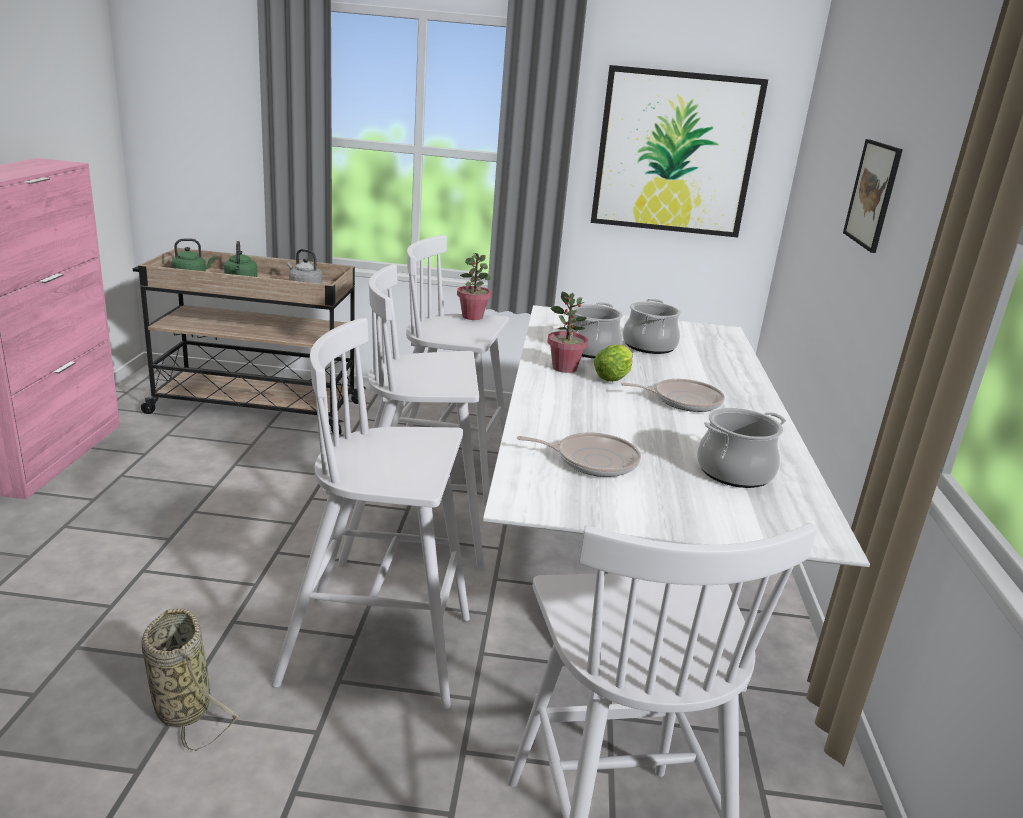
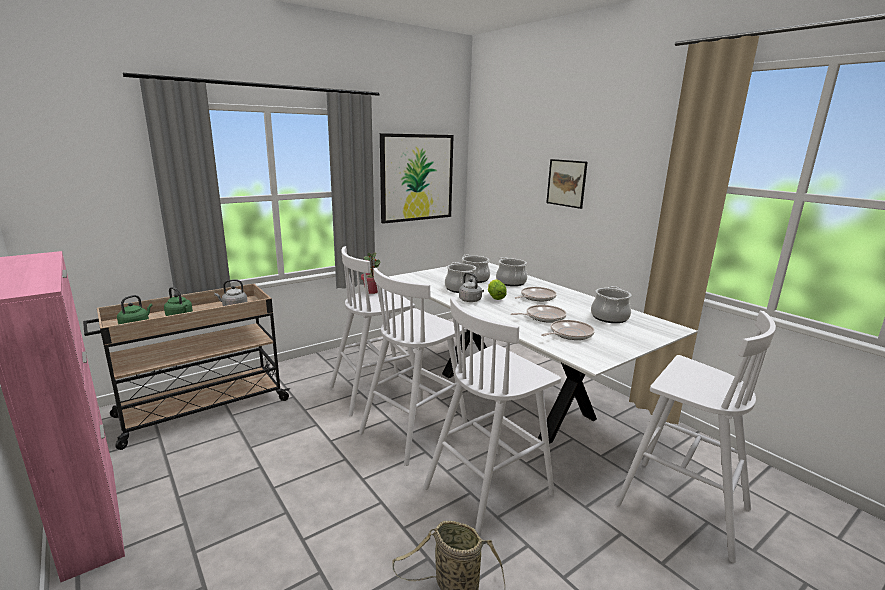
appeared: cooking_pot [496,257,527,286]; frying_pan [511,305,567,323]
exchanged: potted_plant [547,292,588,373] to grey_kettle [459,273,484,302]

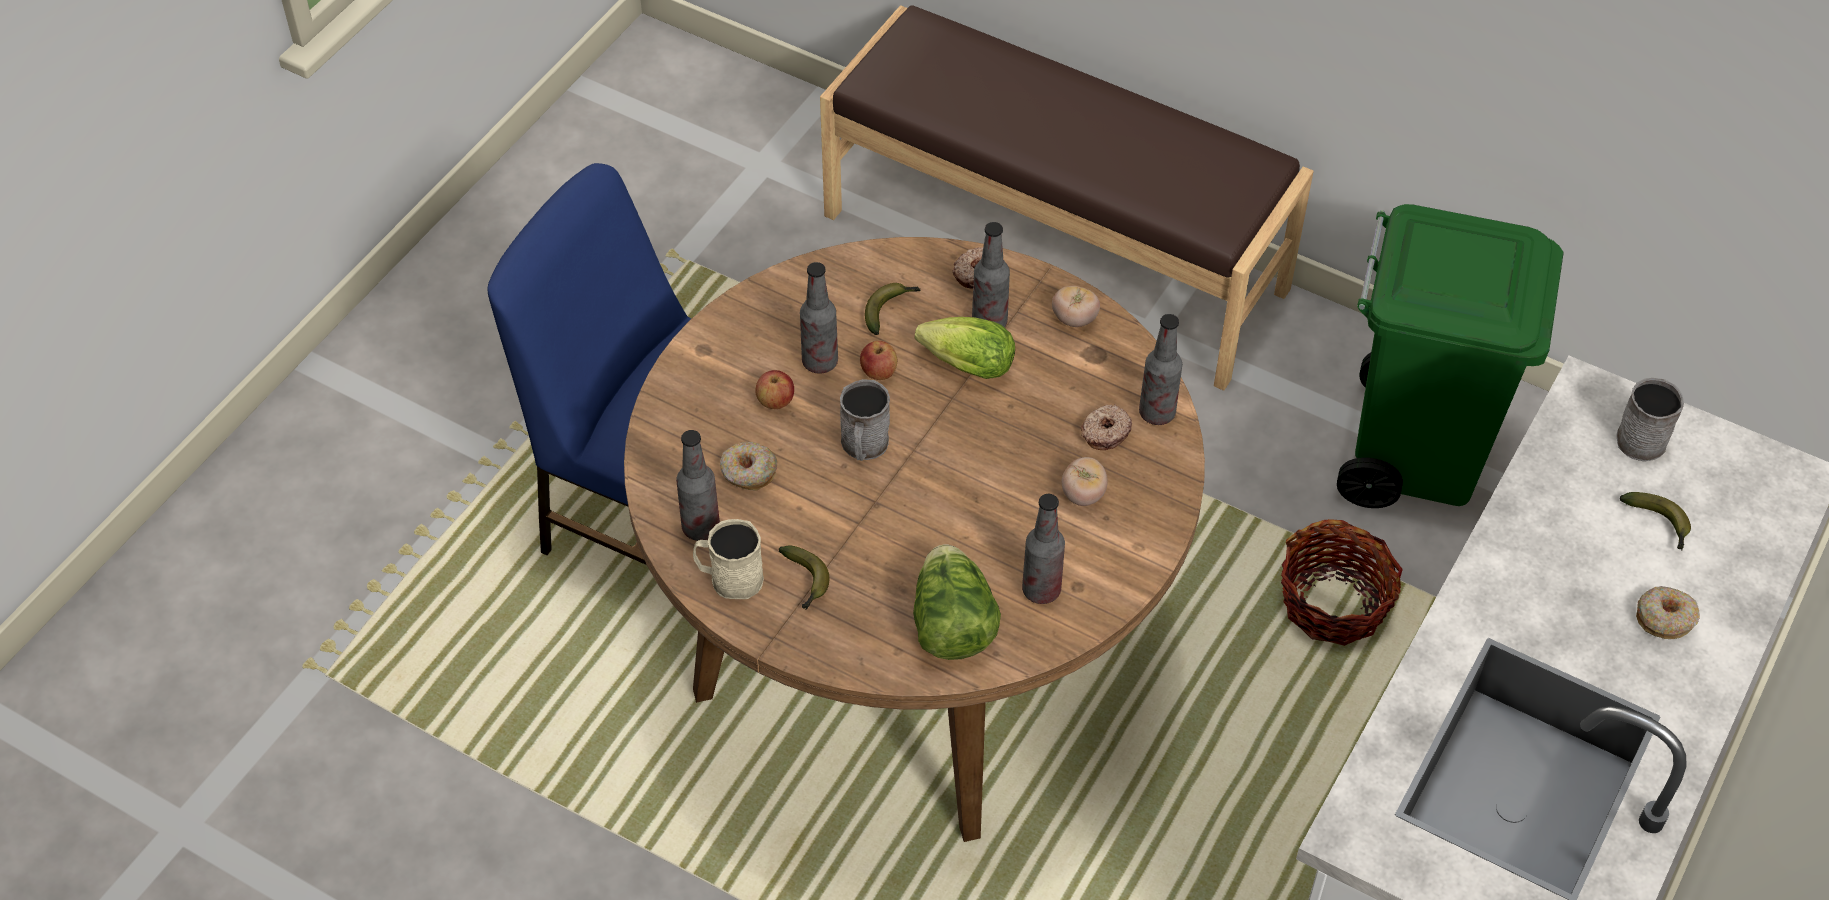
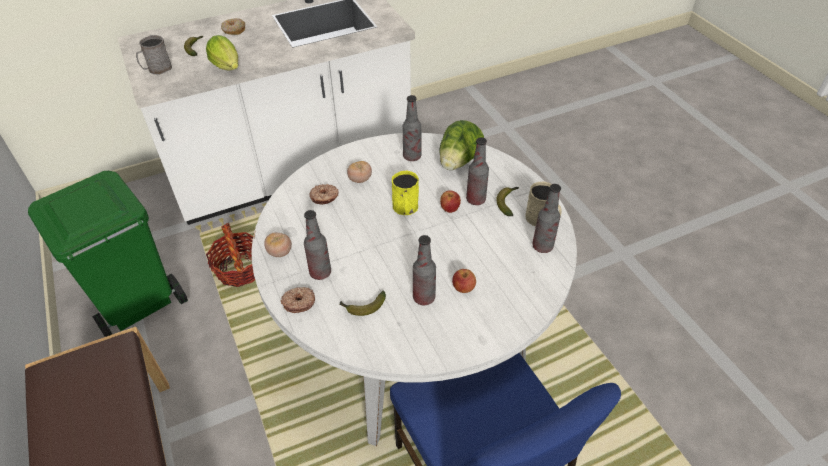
missing: donut [720,442,778,491]; grey_mug [840,379,890,461]
appeared: yellow_mug [392,171,419,215]
relocated: lettuce [915,317,1015,379] to [206,35,238,70]; apple [860,341,897,380] to [440,190,461,213]; bottle [1139,314,1182,425] to [466,137,489,205]
colour: brown_dining_table [624,237,1205,842] to white_dining_table [251,133,577,446]

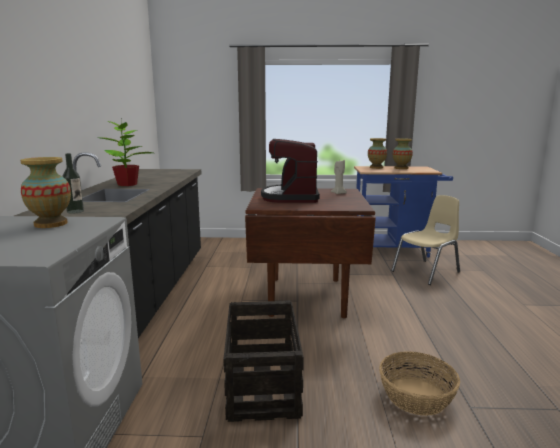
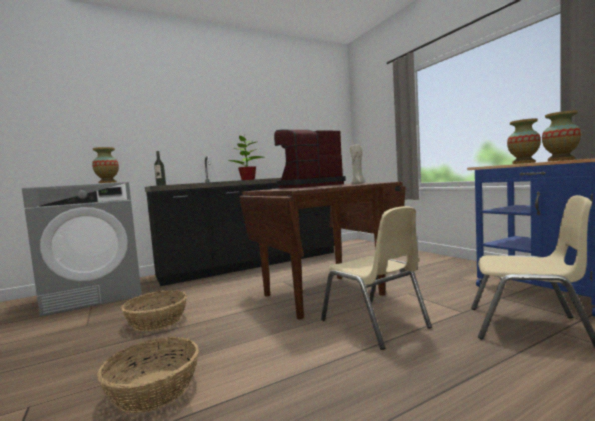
appeared: beige_chair [321,206,432,350]
exchanged: crate [223,300,304,422] to basket [121,290,187,331]

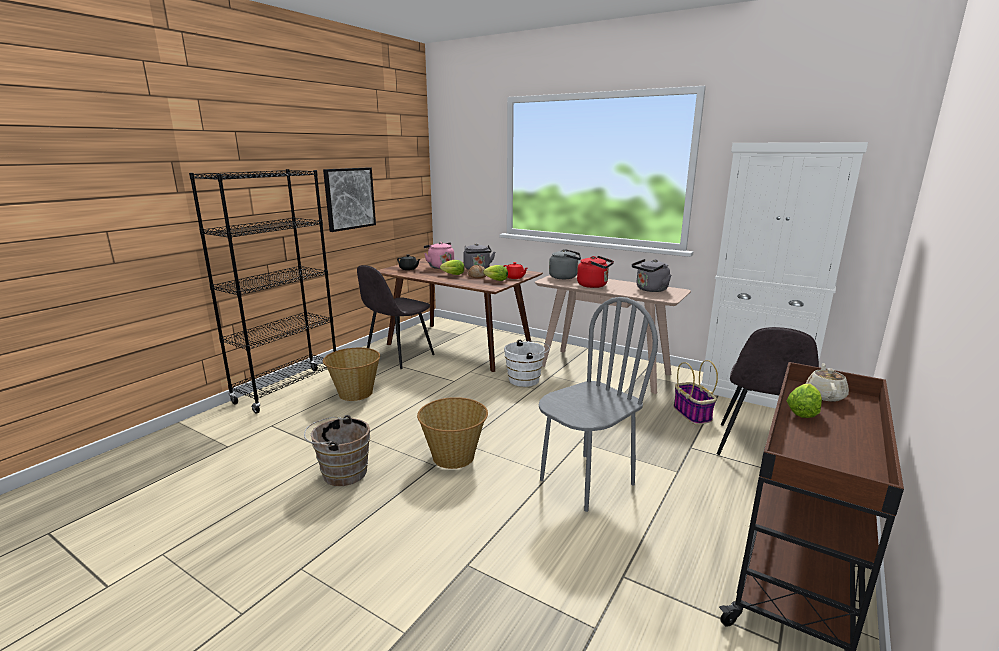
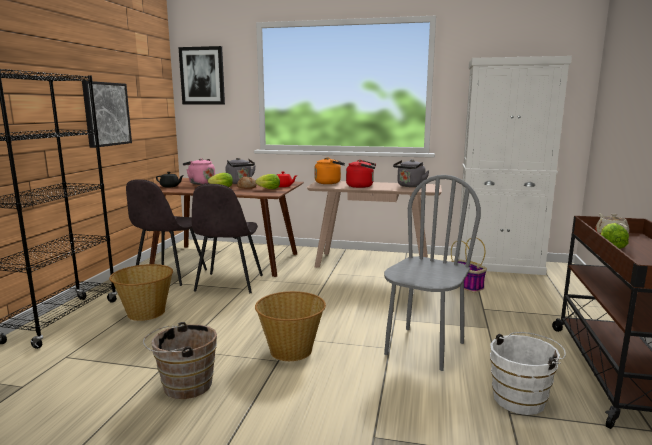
appeared: picture [178,46,225,104]
relocated: grey_chair [717,327,819,455] to [192,184,263,293]; white_bucket [504,340,550,387] to [490,332,566,415]
colour: grey_kettle [549,249,581,279] to orange_kettle [314,157,345,184]

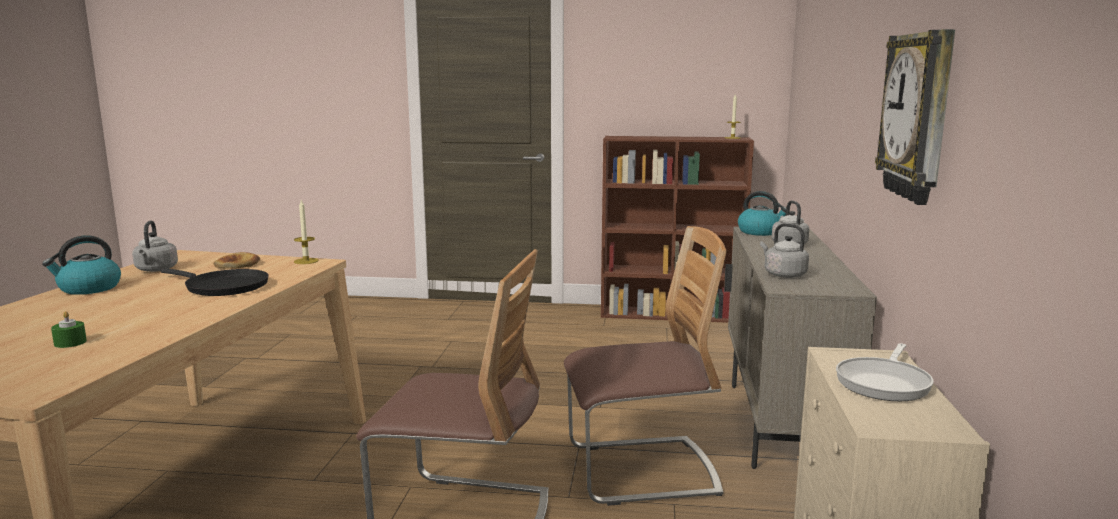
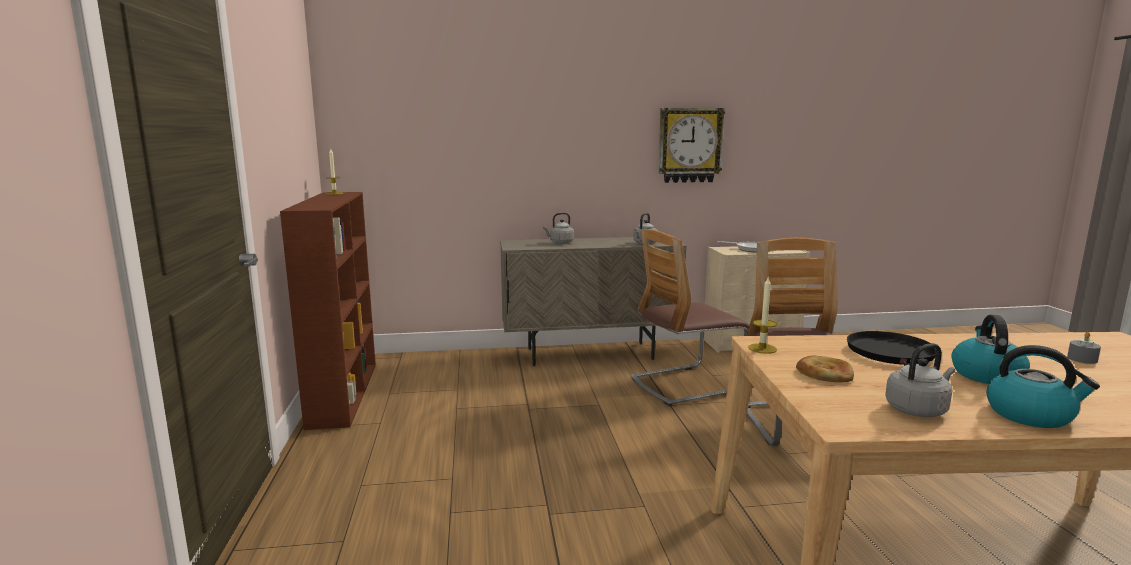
relocated: kettle [738,191,786,236] to [951,315,1030,384]
colour: green_candle [51,311,87,348] to grey_candle [1067,332,1101,364]
spun: chair [564,226,727,506] = [631,229,749,406] 90 degrees counterclockwise

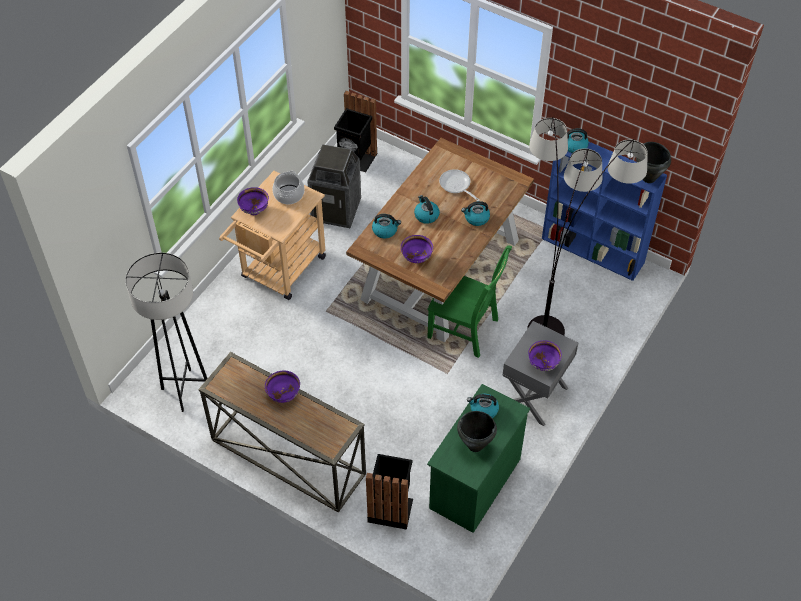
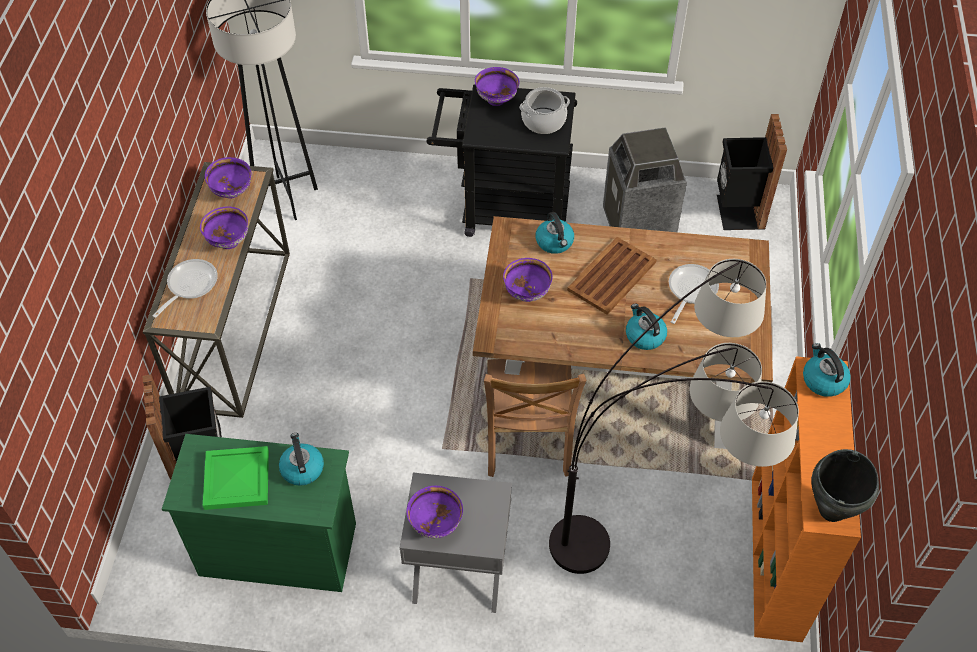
appeared: frying_pan [153,259,218,318]; purple_bowl [205,157,251,198]
exchanged: black_cooking_pot [457,411,497,452] to green_tray [203,446,269,510]; kettle [414,195,440,224] to brown_tray [567,237,657,315]
colour: beige_cart [219,171,326,300] to black_cart [426,85,577,237]; green_chair [427,245,512,358] to brown_chair [484,359,586,477]; blue_bookcase [542,142,667,281] to orange_bookcase [752,356,861,642]

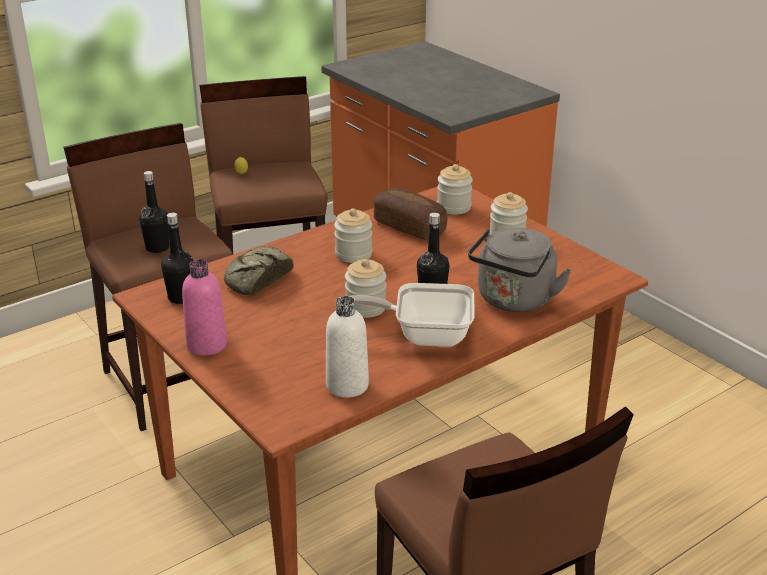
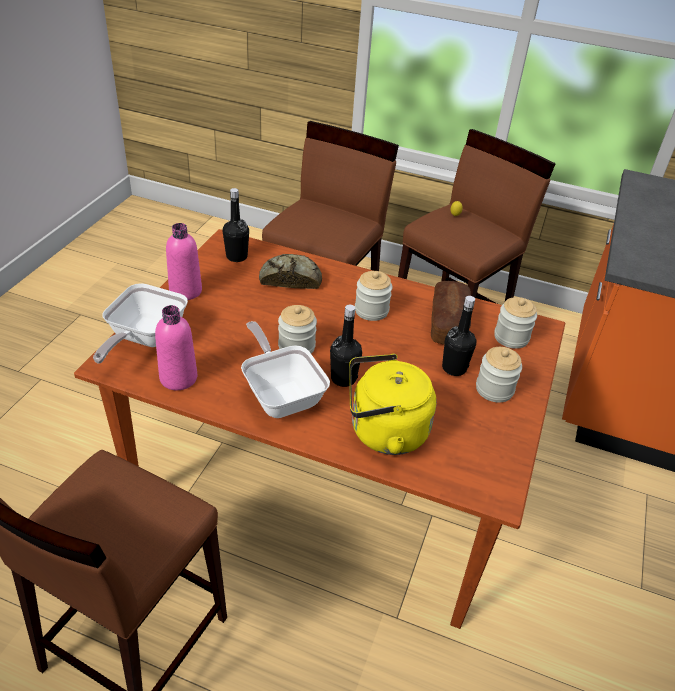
appeared: frying_pan [93,283,188,364]
relocated: black_bottle [139,171,169,253] to [442,296,477,376]
colour: white_bottle [326,296,369,398] to pink_bottle [155,305,197,390]; grey_kettle [468,228,572,312] to yellow_kettle [349,354,437,455]

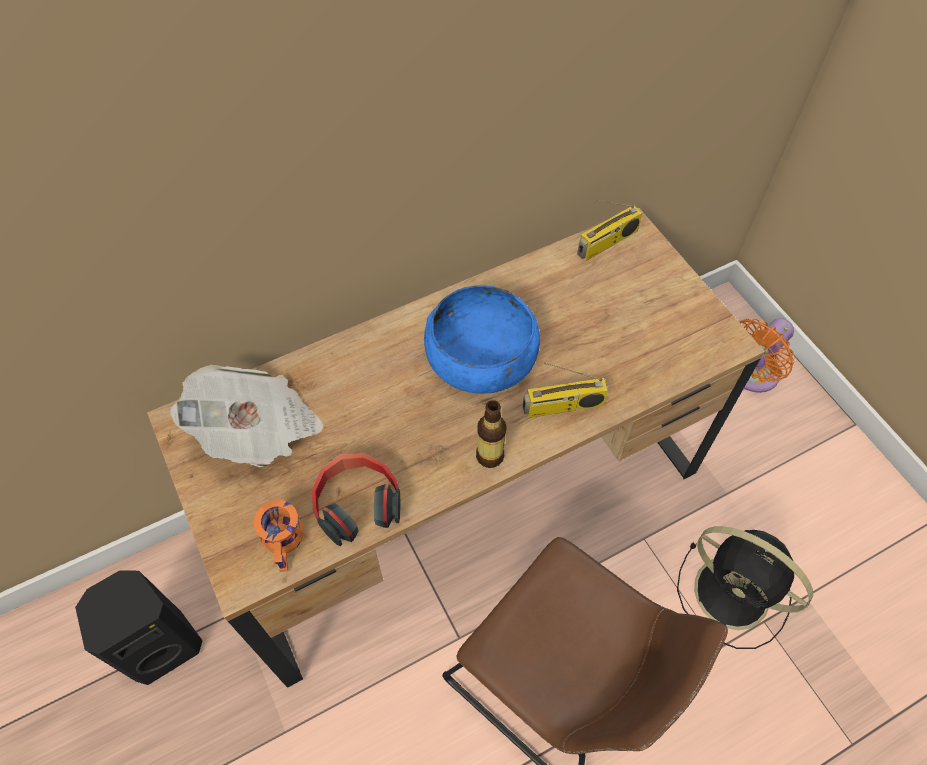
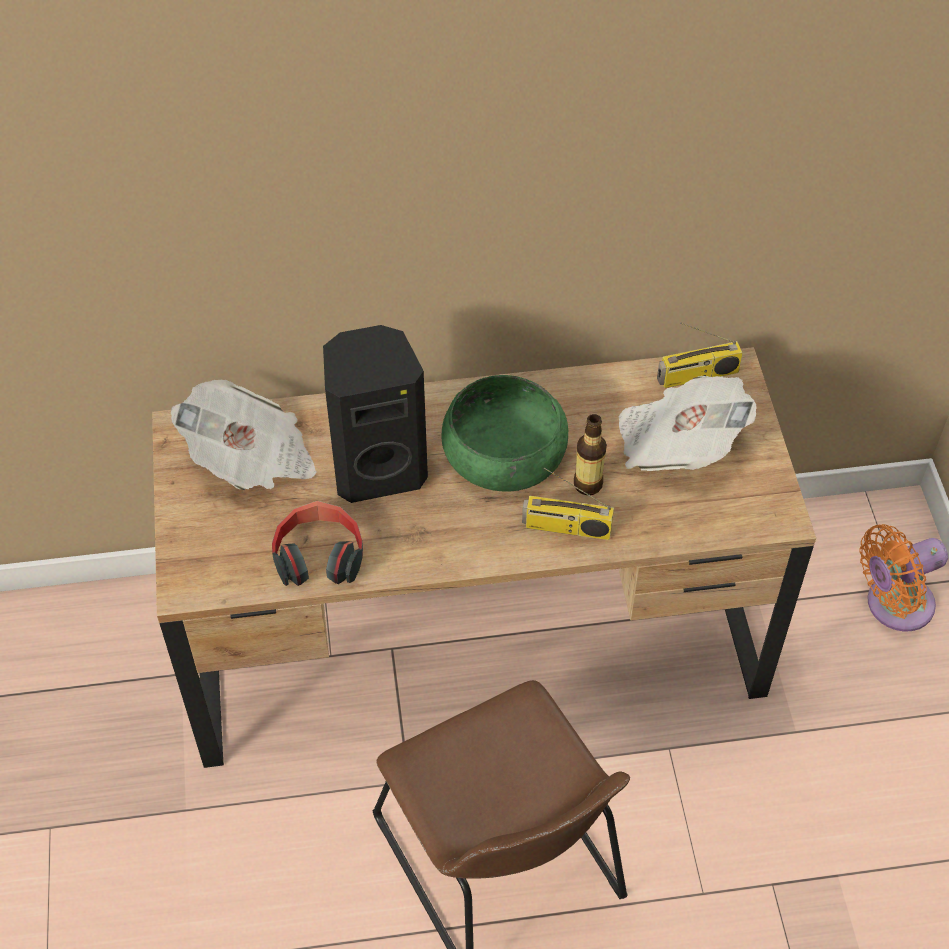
missing: orange_mug [254,500,304,572]; black_fan [677,526,813,649]
appeared: newspaper [618,376,757,471]
relocated: black_speaker [75,570,203,685] to [323,325,428,503]; bottle [476,400,507,468] to [574,414,607,495]
colour: blue_bowl [424,285,540,394] to green_bowl [441,375,569,492]

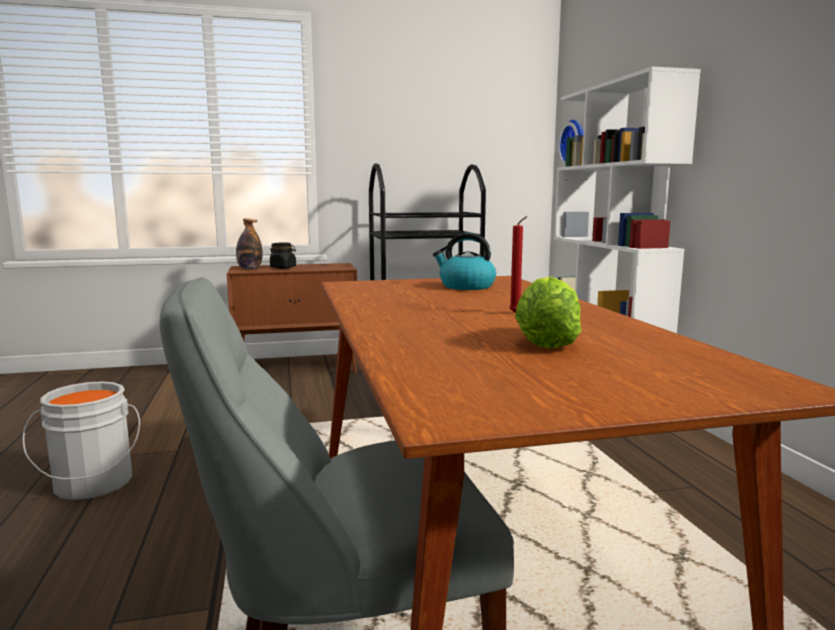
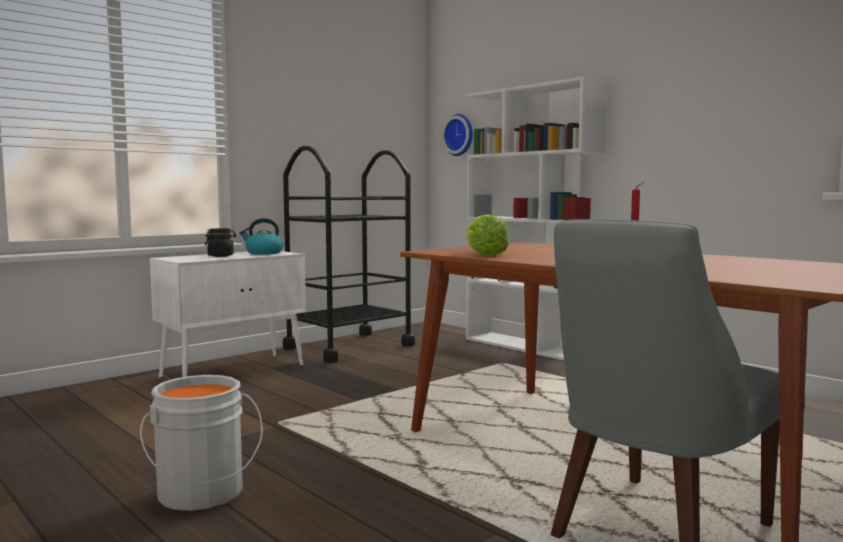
missing: bottle [236,218,262,270]
relocated: kettle [433,233,496,290] to [240,218,283,255]; lettuce [515,276,581,349] to [466,214,509,256]
colour: brown_cabinet [227,263,357,374] to white_cabinet [150,251,306,378]

